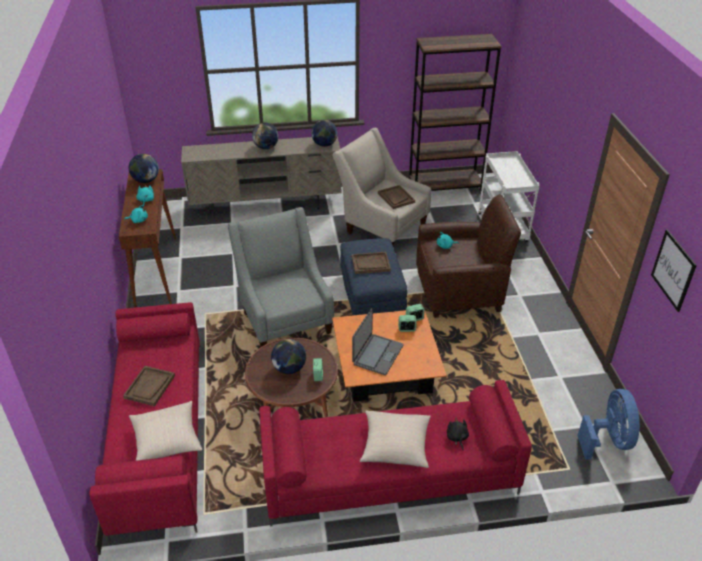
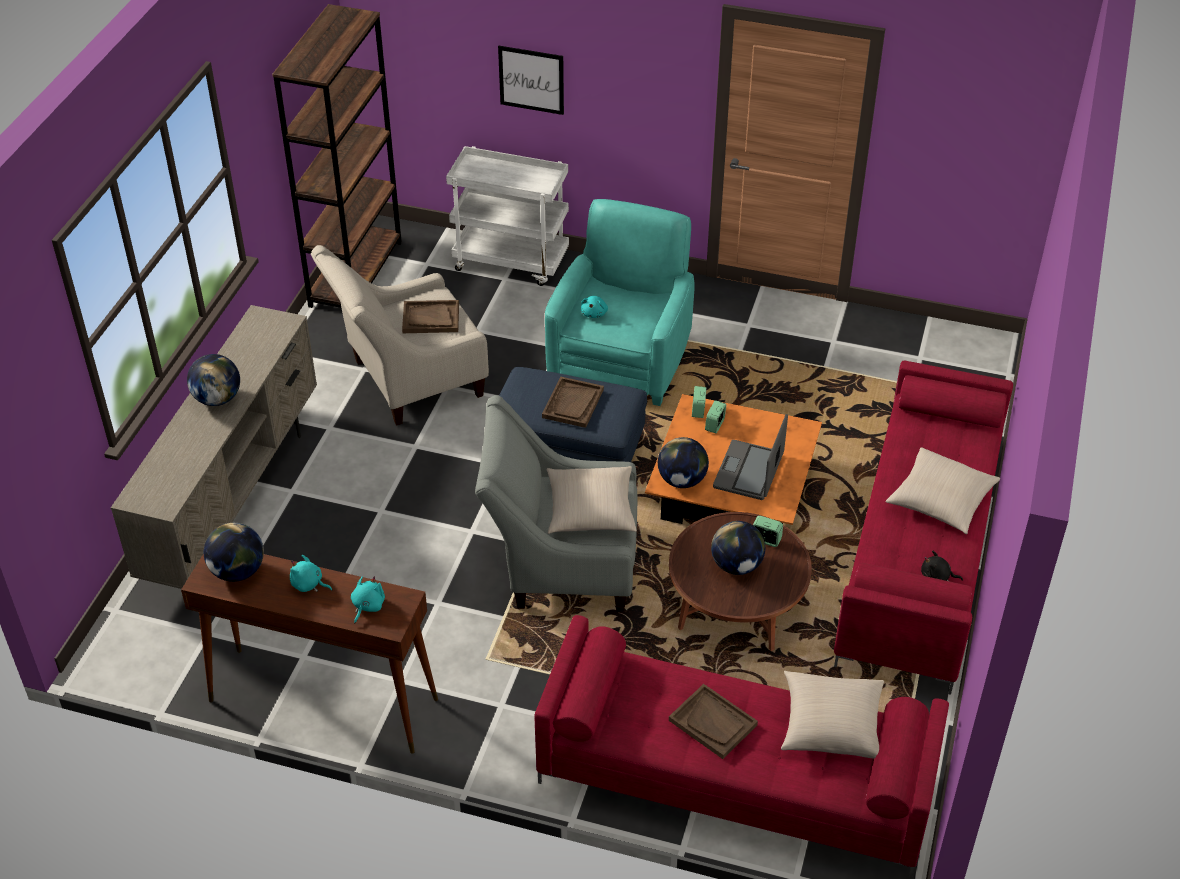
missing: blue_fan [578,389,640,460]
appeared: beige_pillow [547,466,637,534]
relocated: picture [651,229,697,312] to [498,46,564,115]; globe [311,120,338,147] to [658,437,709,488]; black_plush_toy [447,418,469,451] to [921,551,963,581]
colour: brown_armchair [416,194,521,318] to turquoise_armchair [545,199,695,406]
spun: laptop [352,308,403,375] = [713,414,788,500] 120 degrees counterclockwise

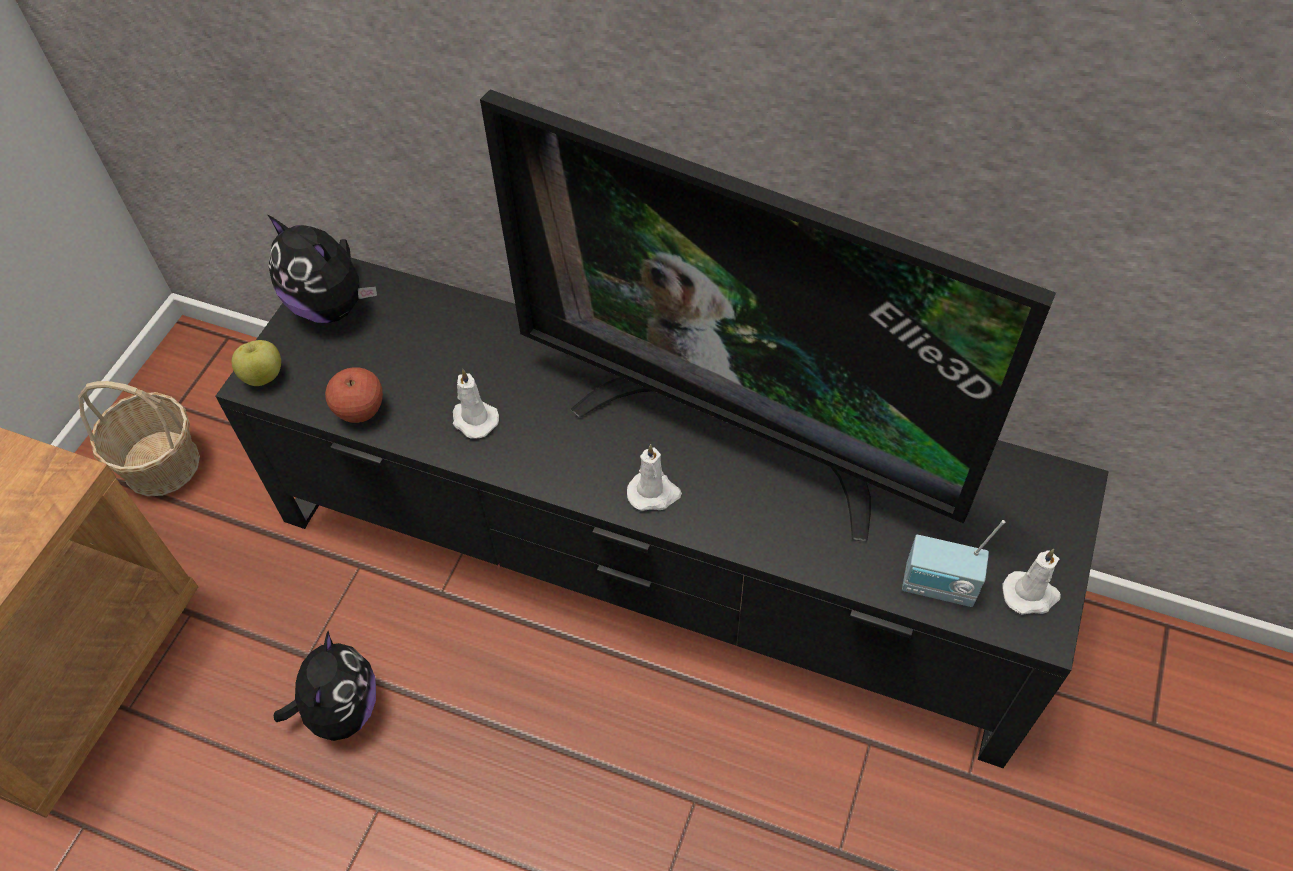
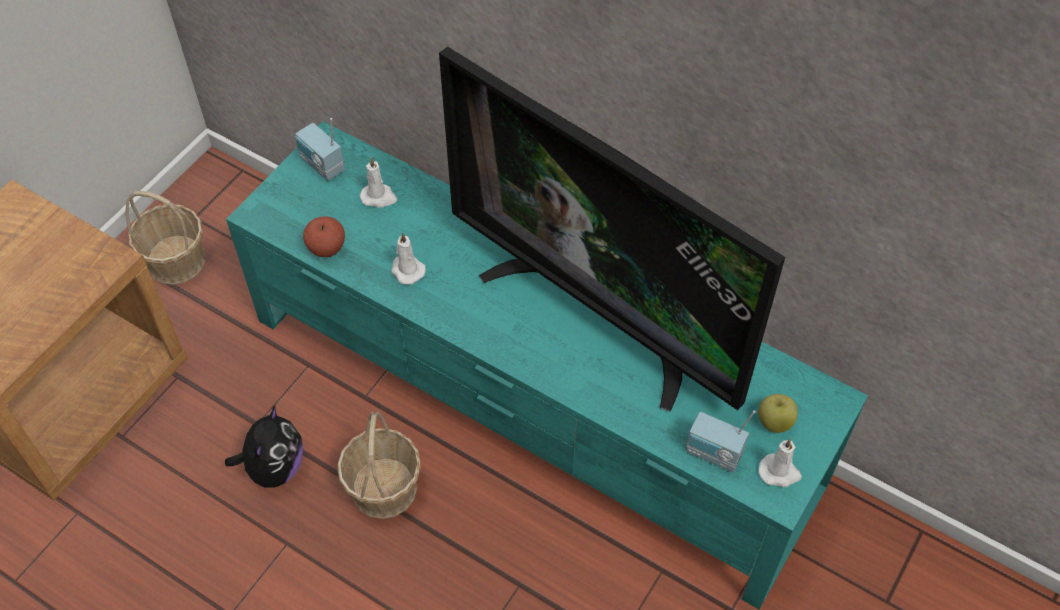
appeared: basket [337,411,421,519]
relocated: white_candle [627,444,682,511] to [360,157,397,208]; apple [232,340,281,386] to [758,394,798,433]
exchanged: plush_toy [268,215,377,323] to radio [295,118,345,181]
colour: black_tv_stand [216,258,1109,768] to turquoise_tv_stand [226,121,868,610]

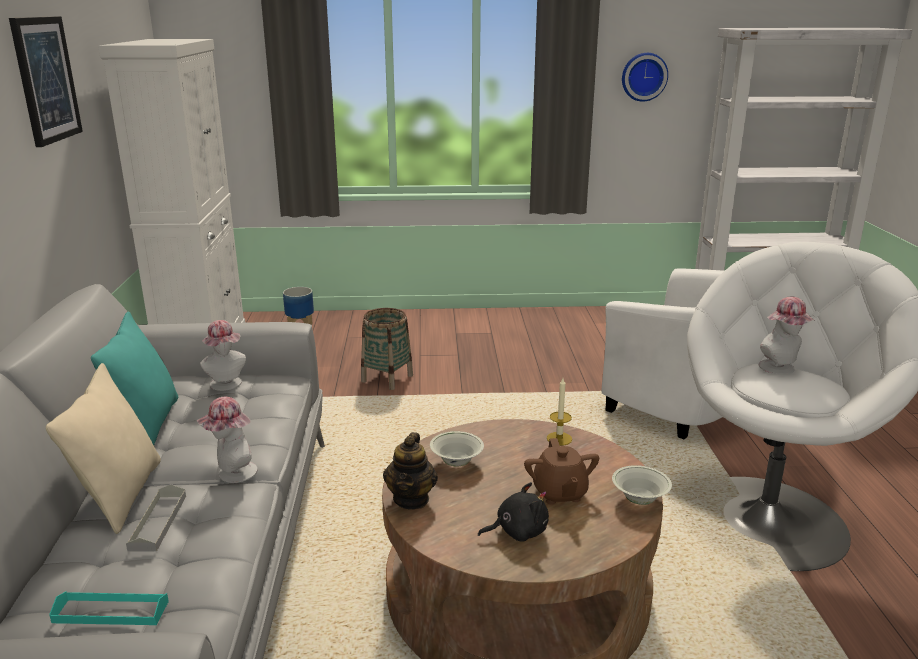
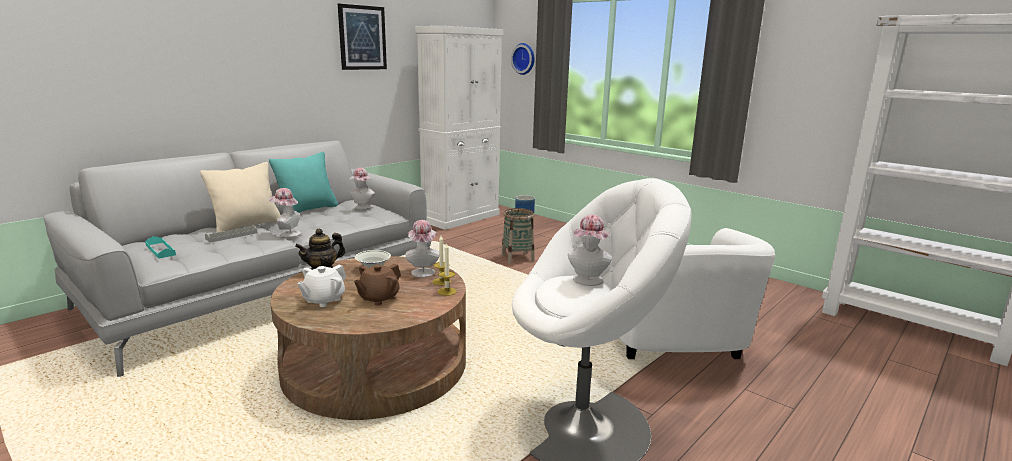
missing: white_bowl [612,465,672,505]
appeared: hat [405,220,439,277]; candle [437,242,457,296]
relocated: wall_clock [622,53,668,102] to [511,43,535,75]
exchanged: black_plush_toy [478,482,549,542] to white_teapot [297,265,346,307]

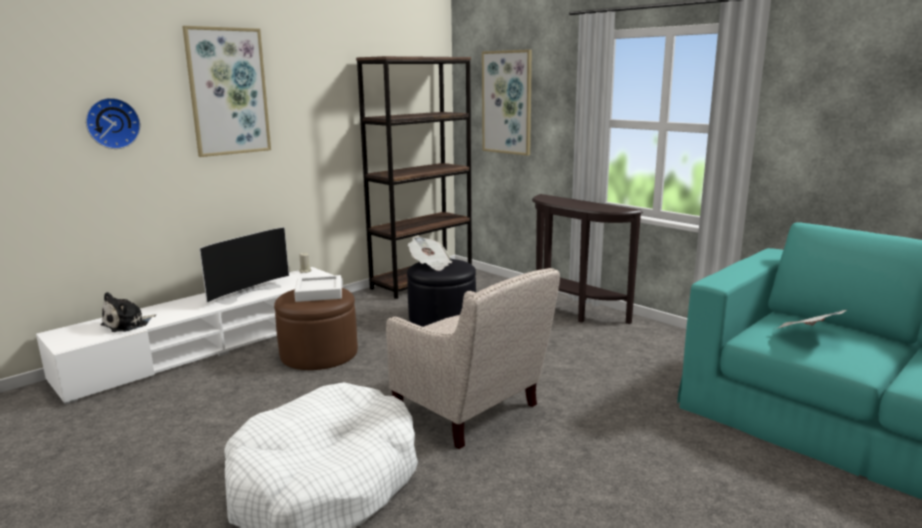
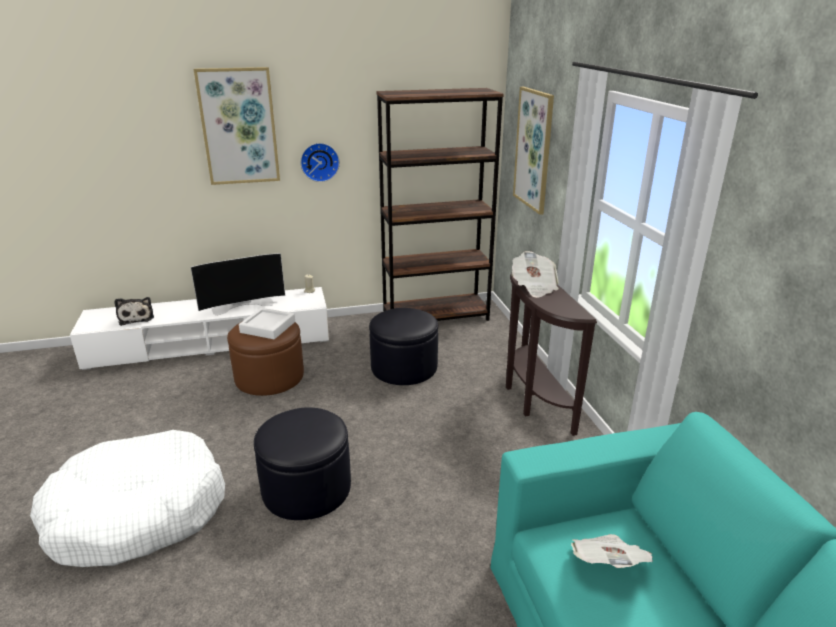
relocated: wall_clock [86,98,141,149] to [300,143,340,182]; newspaper [408,237,452,271] to [512,251,559,298]
exchanged: beige_armchair [386,268,560,449] to black_ottoman [254,407,351,520]
spun: plush_toy [101,292,156,332] = [115,297,154,326] 90 degrees counterclockwise

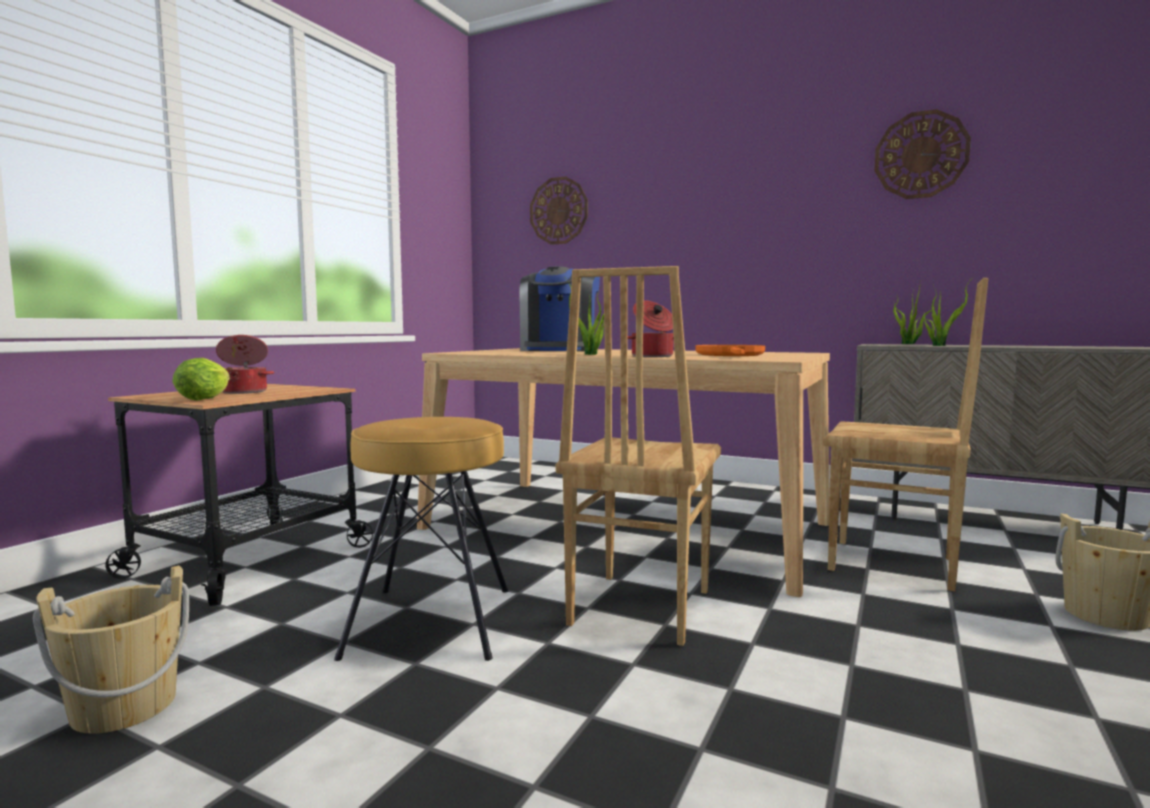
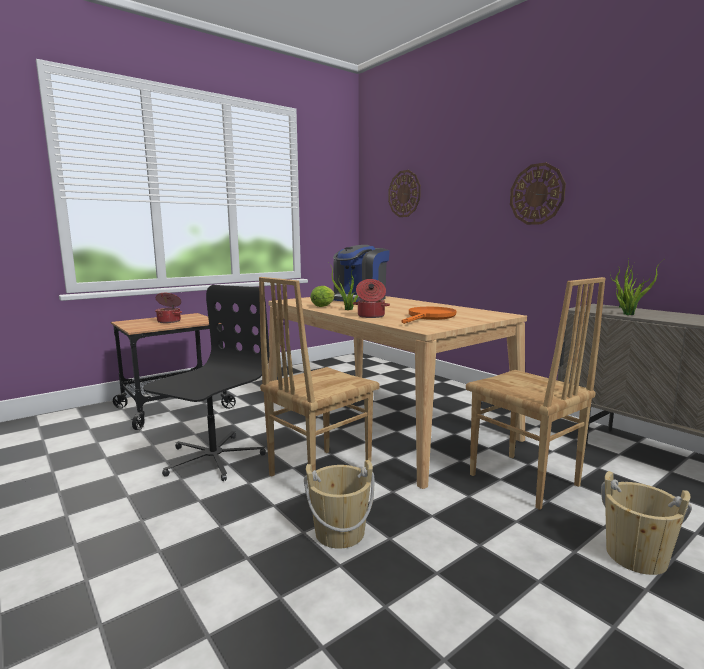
relocated: beige_bucket [33,565,189,734] to [304,460,374,549]; lettuce [172,358,230,400] to [310,286,335,307]; wall_clock [875,109,971,199] to [510,163,566,225]
exchanged: brown_stool [334,417,508,661] to black_office_chair [143,285,269,481]

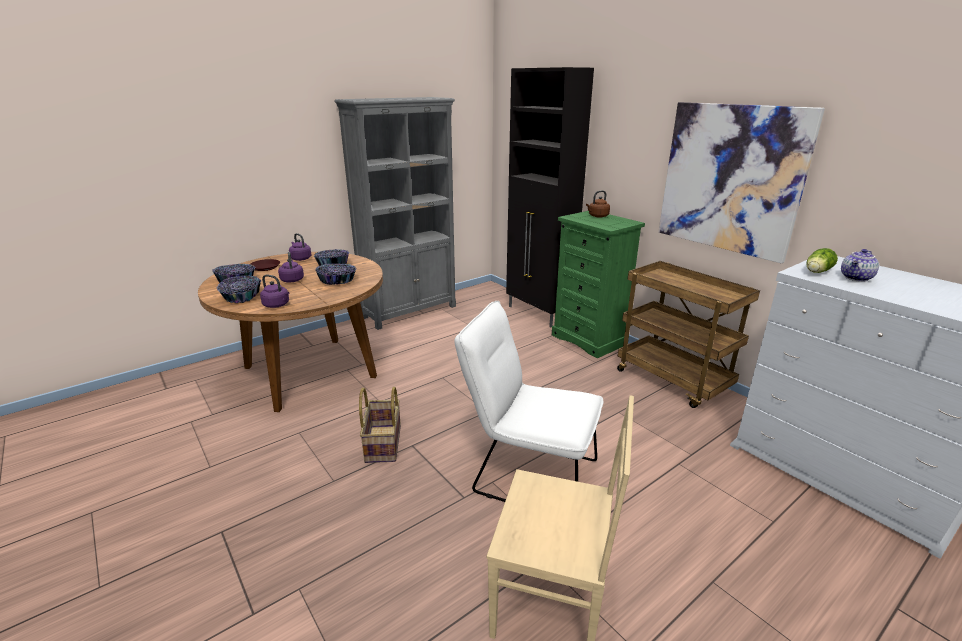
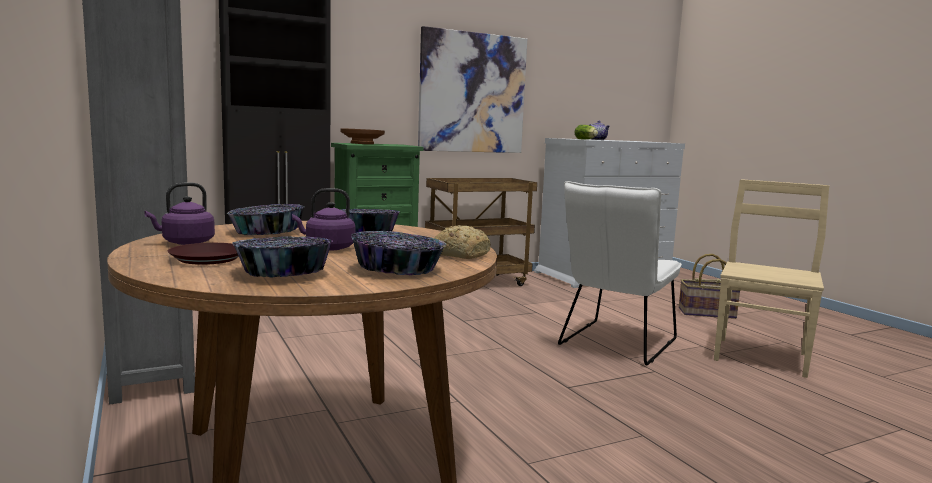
relocated: basket [359,387,401,463] to [679,254,741,319]
exchanged: brown_kettle [586,190,610,218] to brown_bowl [340,128,385,144]; purple_kettle [260,274,290,308] to bread [435,225,491,259]

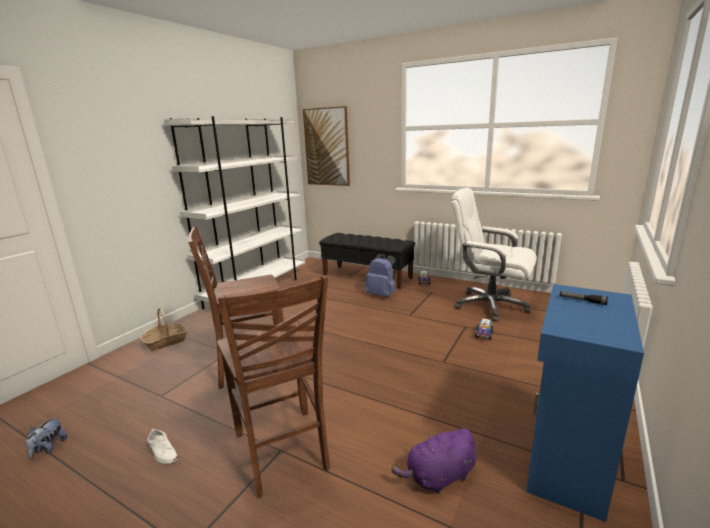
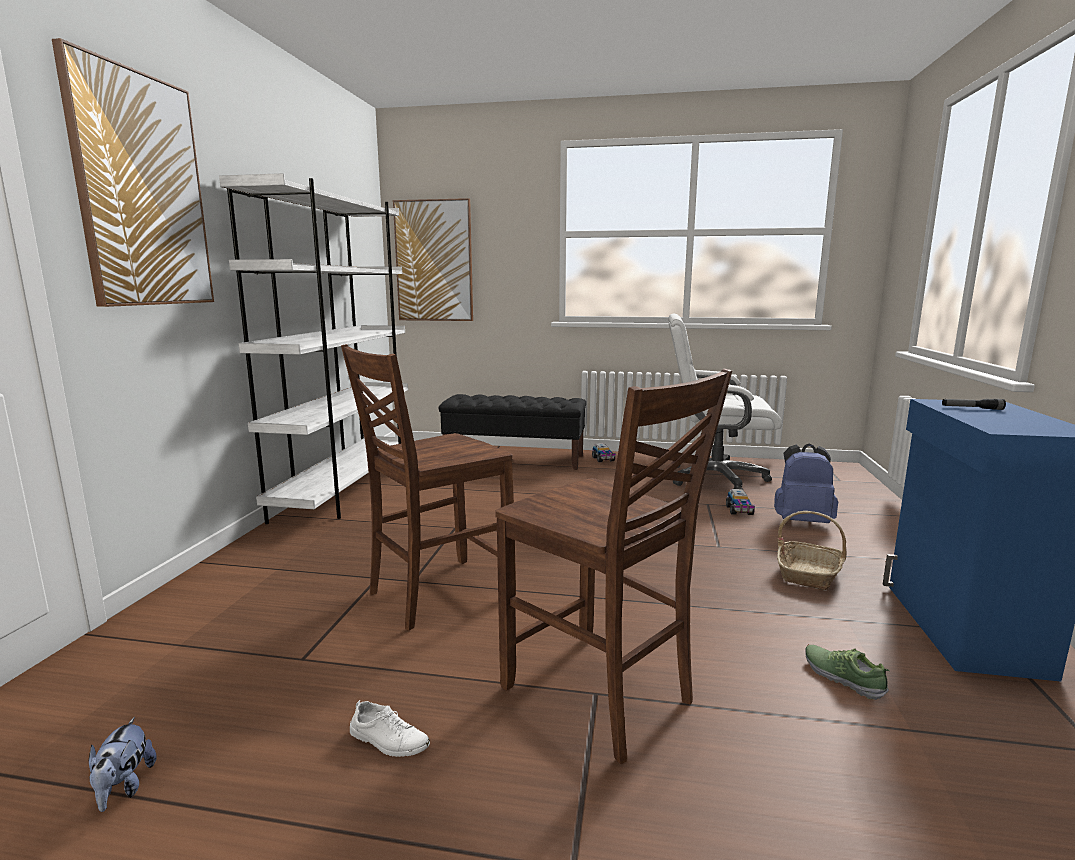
appeared: picture [52,38,214,307]
relocated: blue_backpack [365,254,396,297] to [774,444,838,523]; basket [140,308,188,351] to [777,511,847,590]
exchanged: purple_plush_toy [391,428,476,494] to shoe [806,645,890,700]

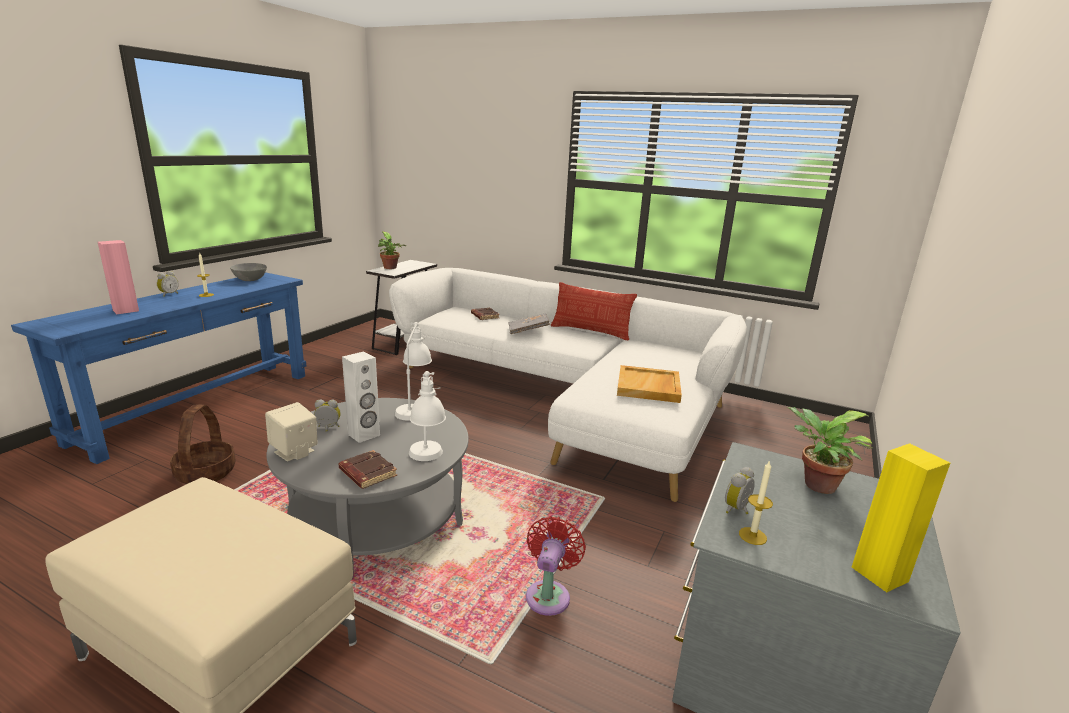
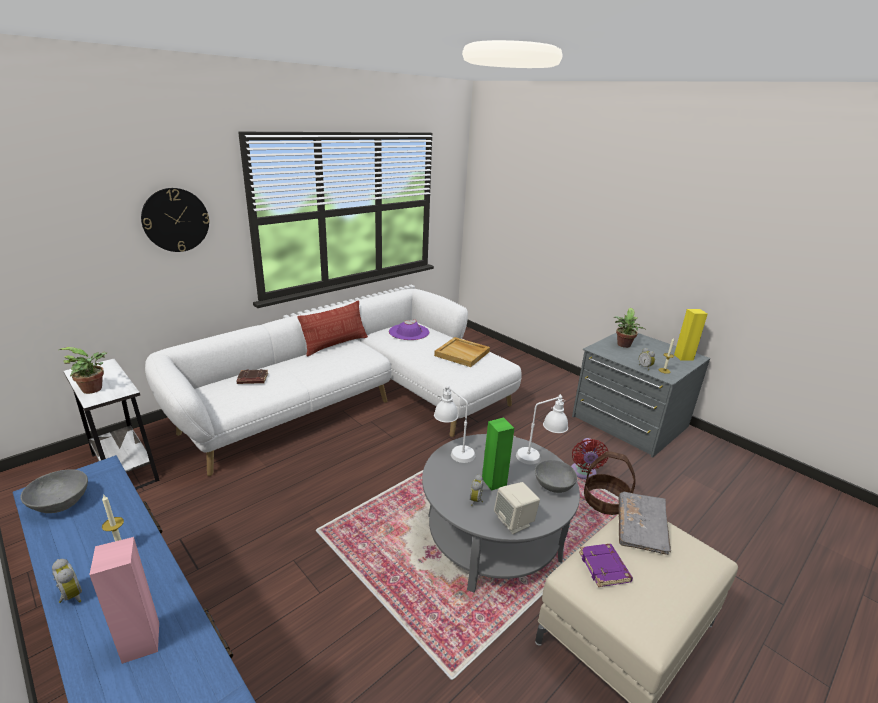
appeared: wall_clock [141,188,209,252]; purple_hat [389,319,429,340]; purple_book [579,544,633,587]
relocated: basket [170,404,236,484] to [584,451,636,515]; grey_book [509,313,550,334] to [618,492,671,555]
exchanged: brown_book [339,450,397,489] to grey_bowl [535,460,577,493]
colour: white_speaker [342,352,380,443] to green_speaker [482,417,514,491]
spun: red_fan [526,516,586,616] = [571,438,608,479] 120 degrees counterclockwise

